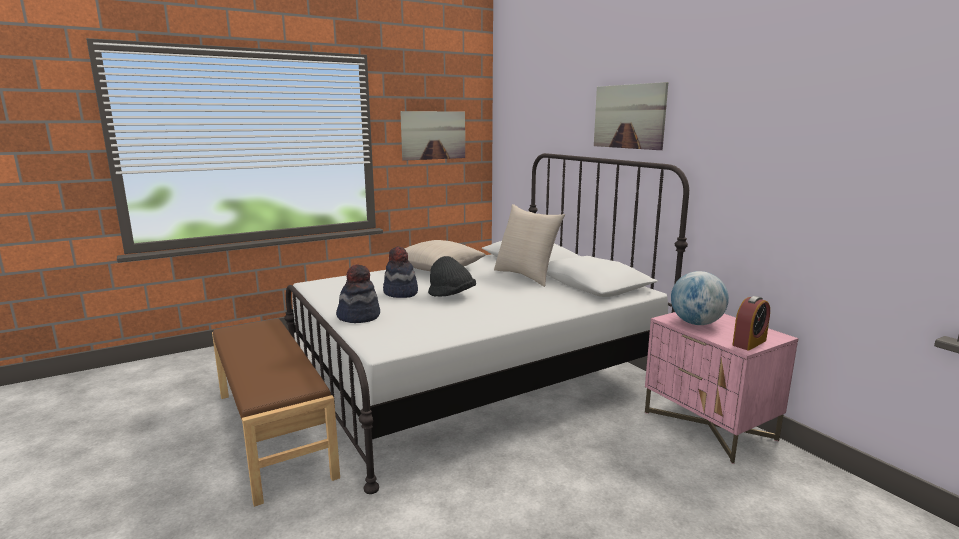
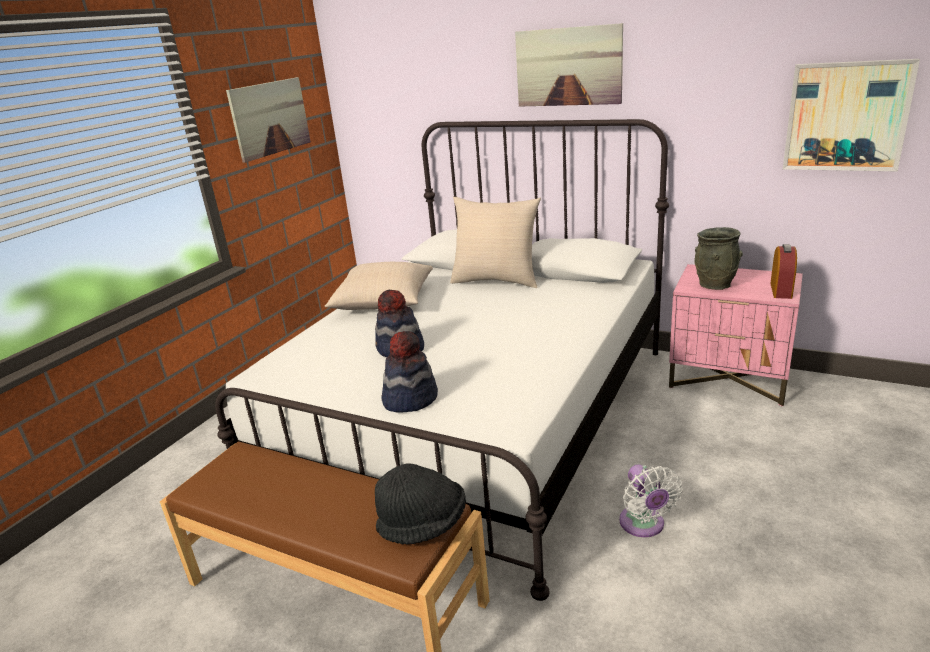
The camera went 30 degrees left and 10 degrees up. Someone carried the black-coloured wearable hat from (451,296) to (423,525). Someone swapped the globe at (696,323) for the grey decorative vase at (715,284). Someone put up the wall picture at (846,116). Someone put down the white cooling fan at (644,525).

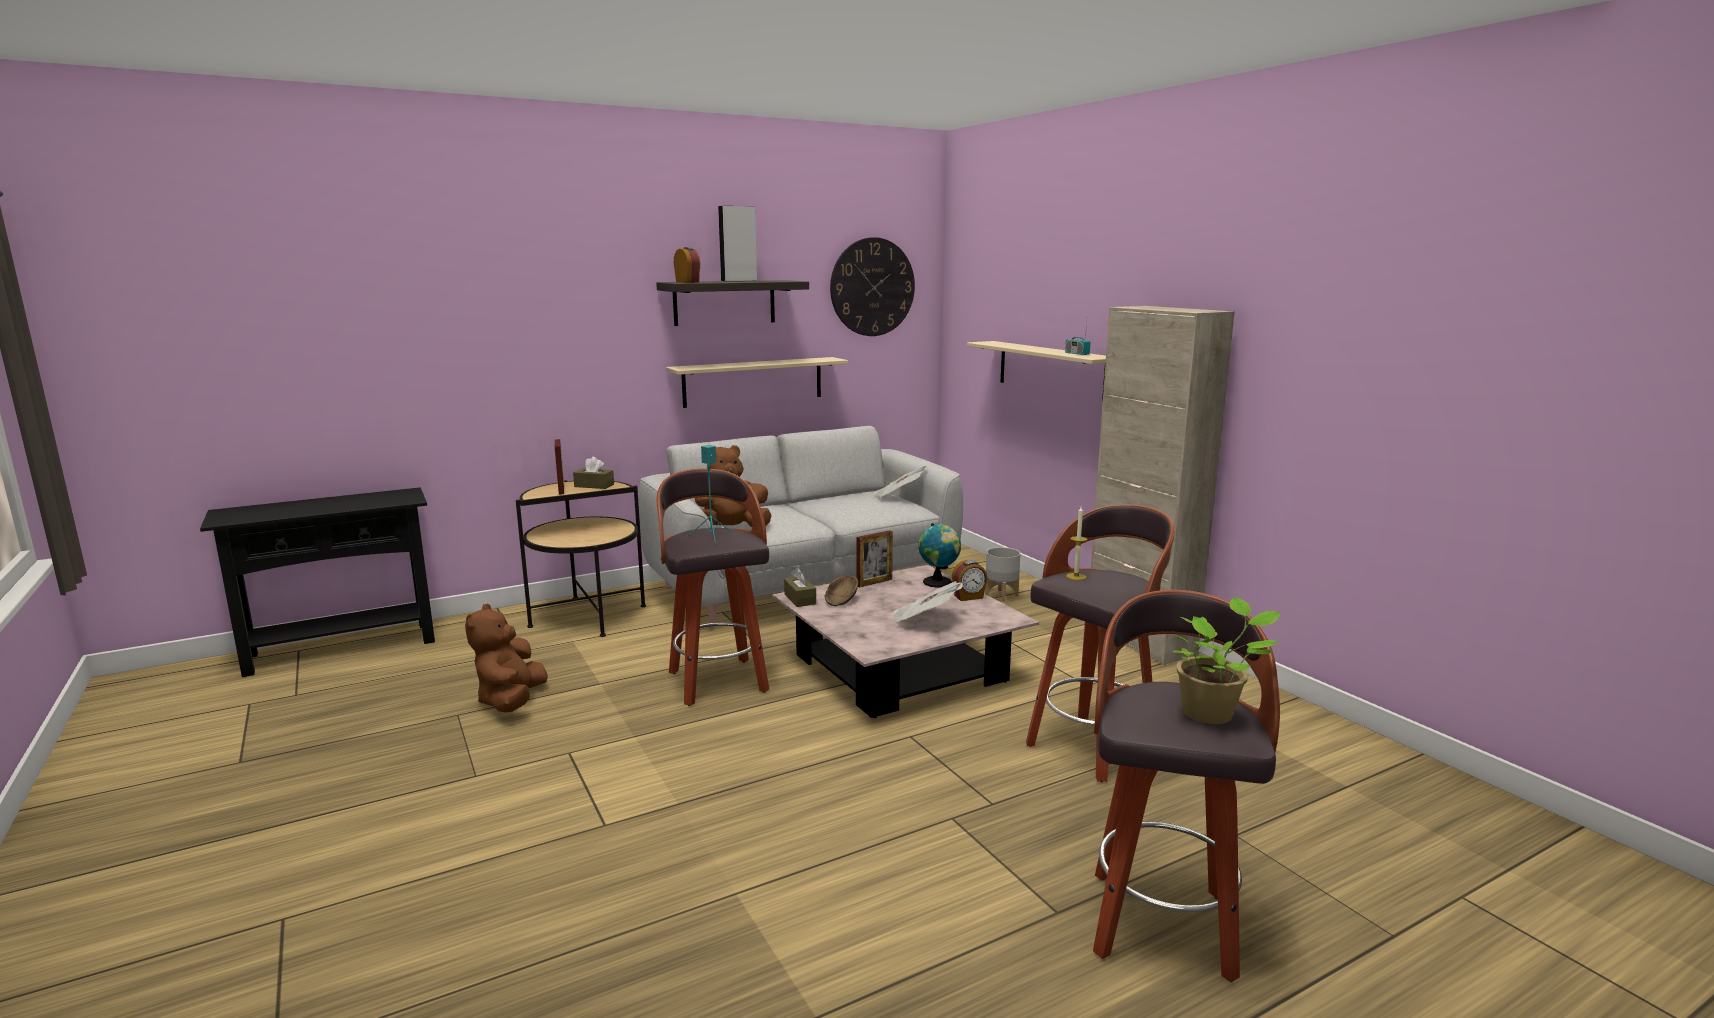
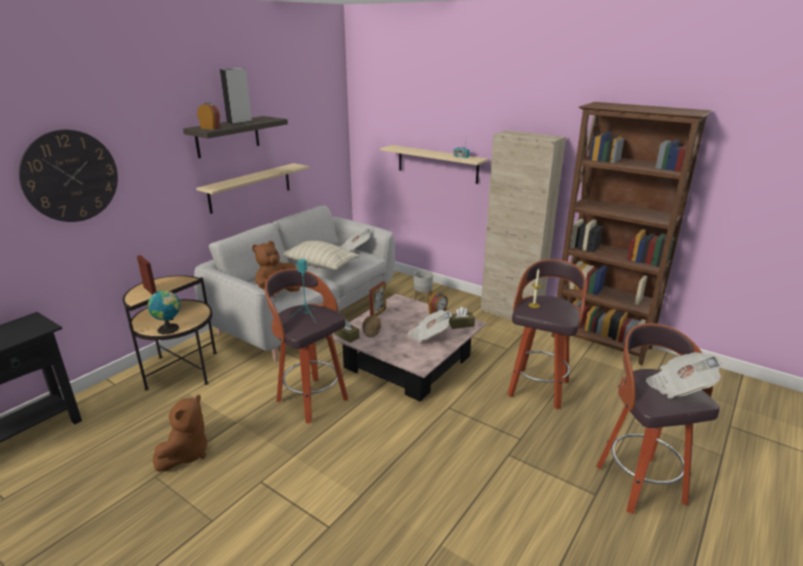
The camera went 25 degrees left and 10 degrees up. Someone carried the clock on the wall from (872,287) to (70,176). Someone carried the brownish tissue holder from (594,485) to (461,324). Someone carried the globe from (939,582) to (169,329). Someone swapped the potted plant at (1211,713) for the printed paper at (679,388). Someone rotated the brownish soft toy at (511,701) by 135 degrees counterclockwise. Someone put down the brownish shelving unit at (601,343). Someone put down the cushion at (320,265).

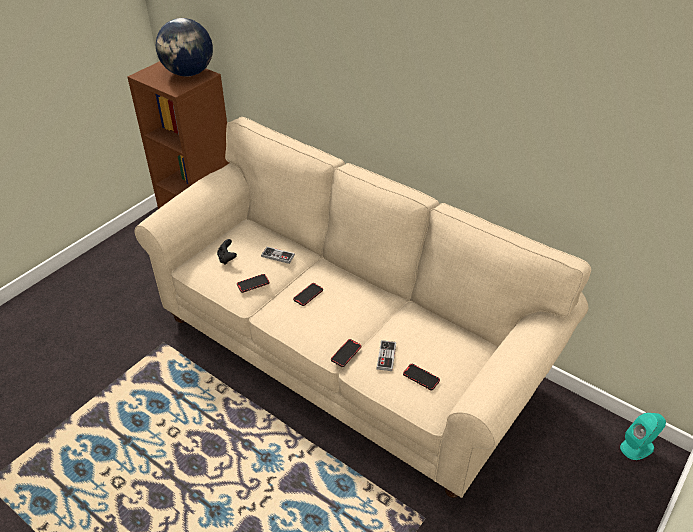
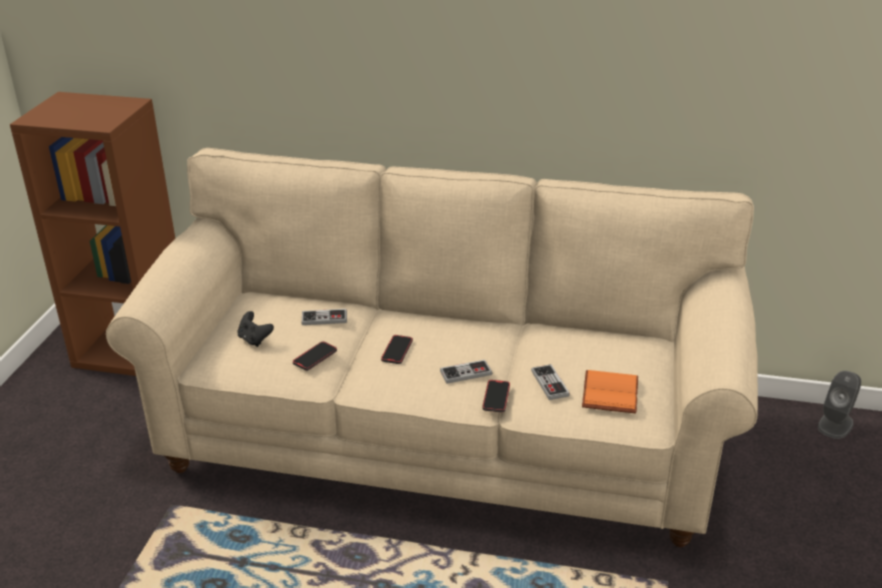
The camera went 25 degrees left and 10 degrees down. Someone took away the globe at (189,73). Someone swapped the handset at (421,378) for the orange book at (608,392). Someone repainted the turquoise-coloured loudspeaker at (637,447), which became the grey loudspeaker at (835,424). Someone put down the game controller at (466,373).

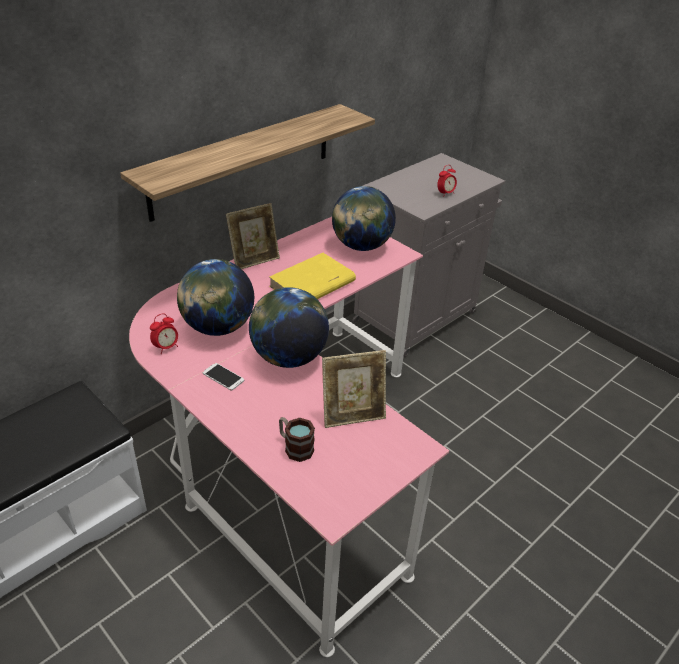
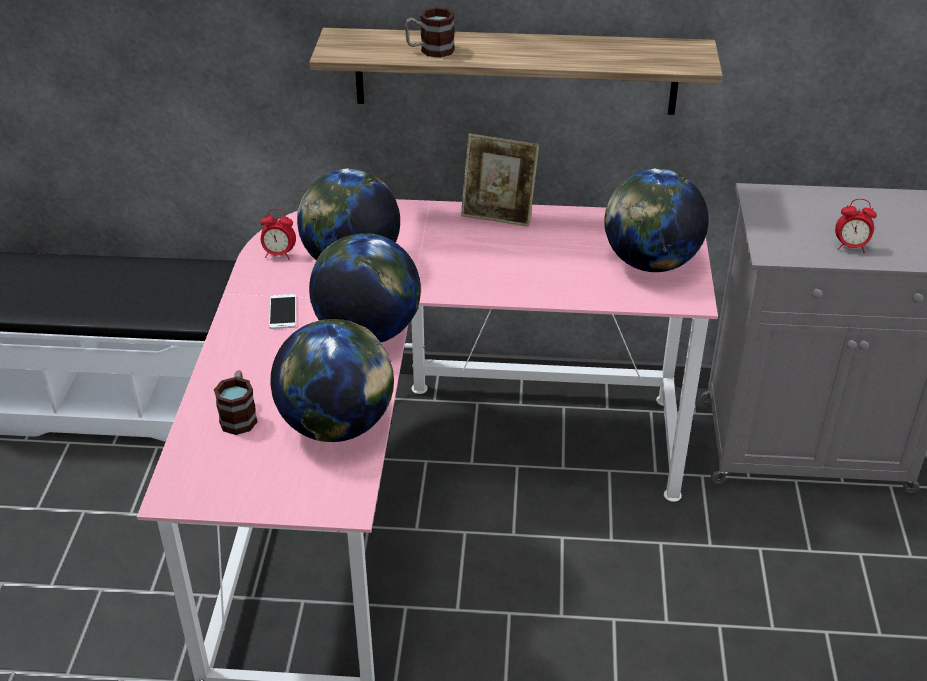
The camera went 50 degrees right and 0 degrees up. Someone took away the yellow book at (312,284). Someone swapped the picture frame at (352,414) for the globe at (337,426). Someone put down the coffee mug at (430,50).

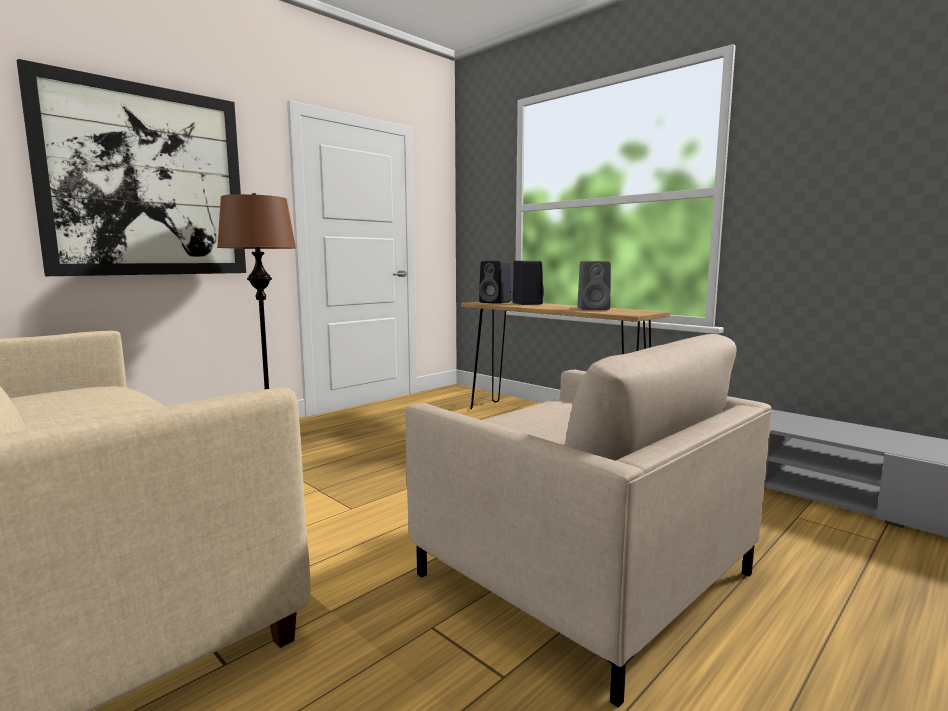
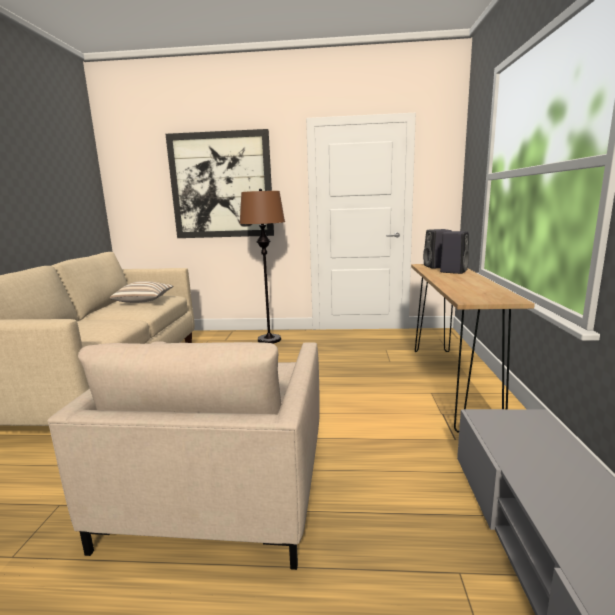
The camera went 50 degrees right and 5 degrees up. Someone took away the grey loudspeaker at (594,309). Someone put down the cushion at (144,301).

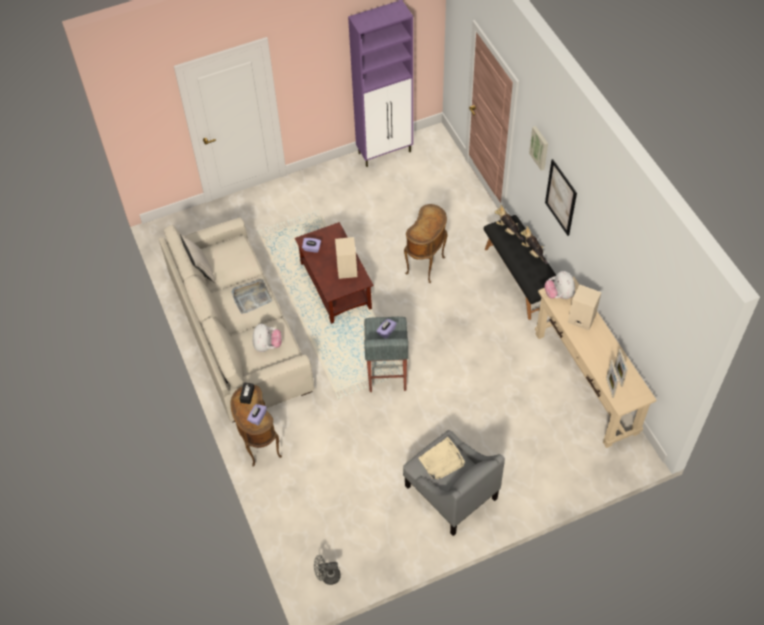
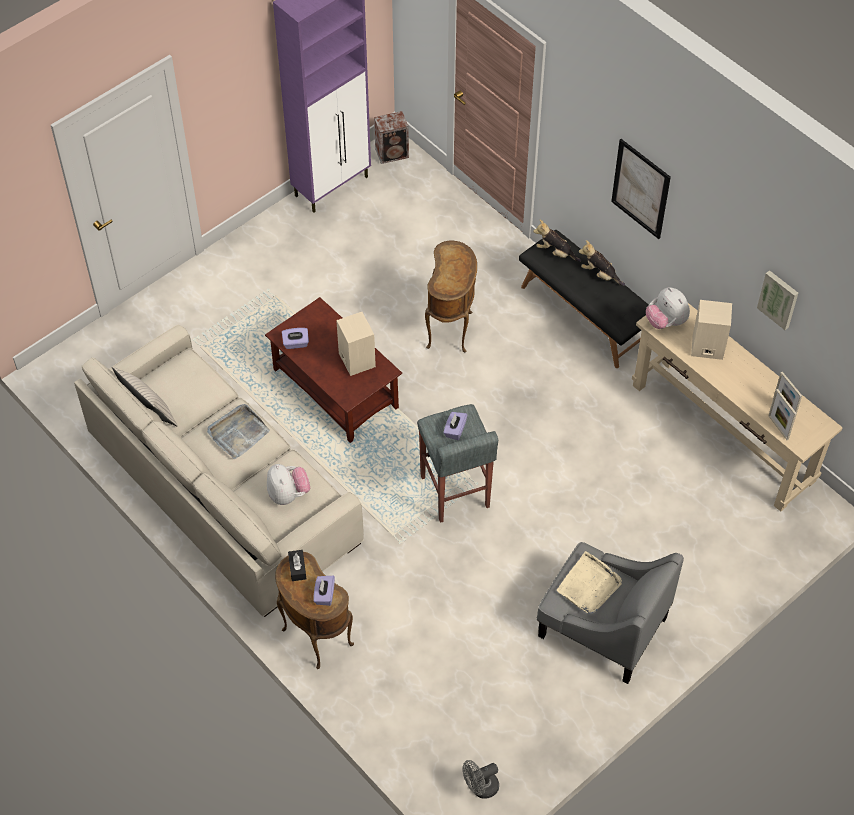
The camera went 20 degrees left and 0 degrees up. Someone carried the wall picture from (540,147) to (779,299). Someone put down the loudspeaker at (393,153).

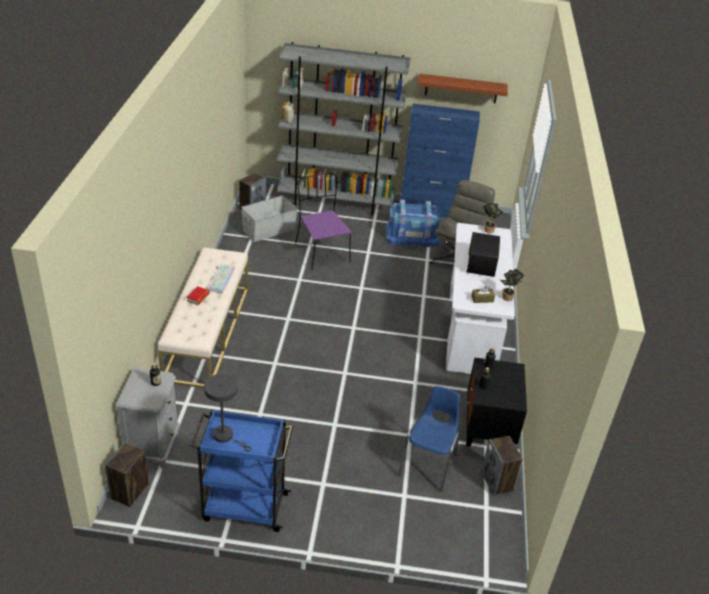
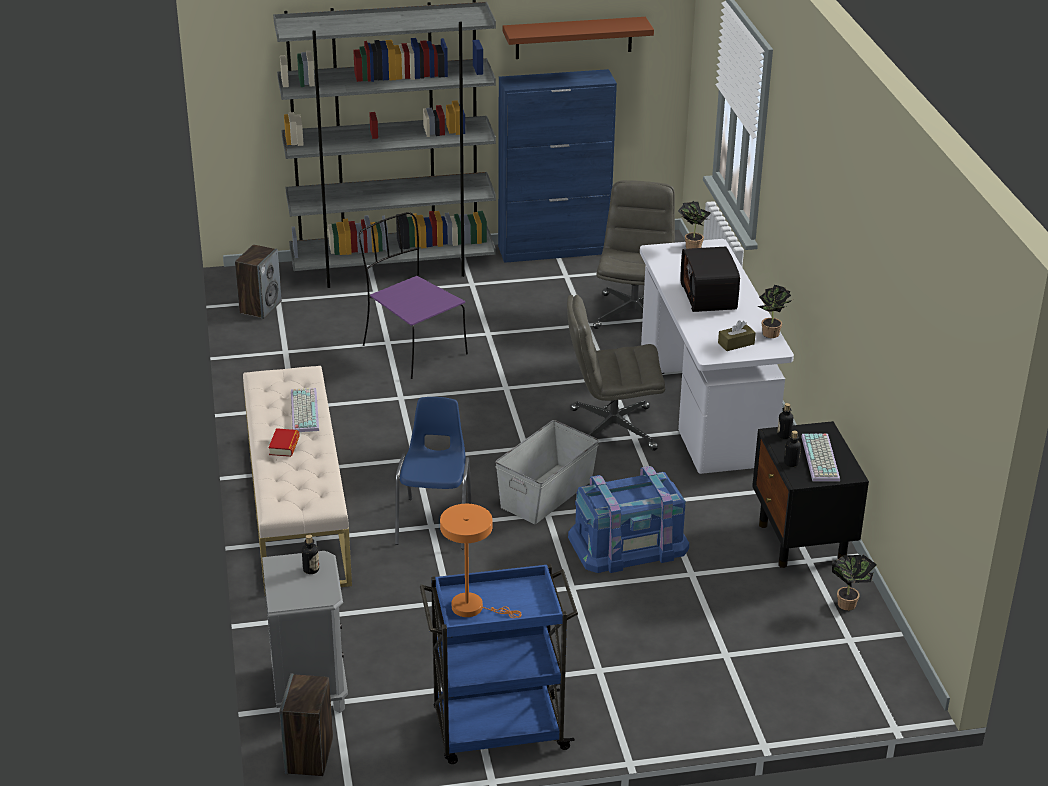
The camera went 15 degrees left and 5 degrees down. Someone carried the grey storage box from (268,230) to (545,493). Someone carried the blue storage box from (412,235) to (628,543). Someone repainted the grey tabletop lamp at (226,436), which became the orange tabletop lamp at (473,608). Someone carried the blue plain chair from (428,465) to (435,523). Someone swapped the loudspeaker at (497,481) for the potted plant at (848,603). Someone put down the grey office chair at (611,430). Someone put down the keyboard at (822,459).

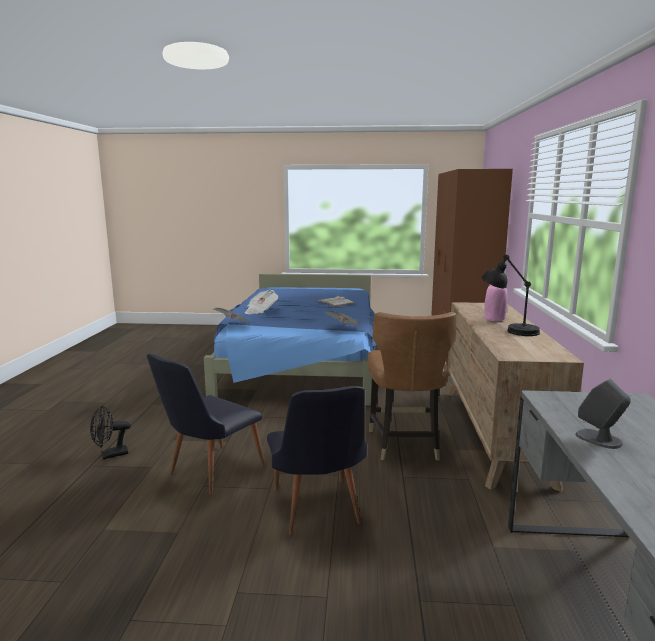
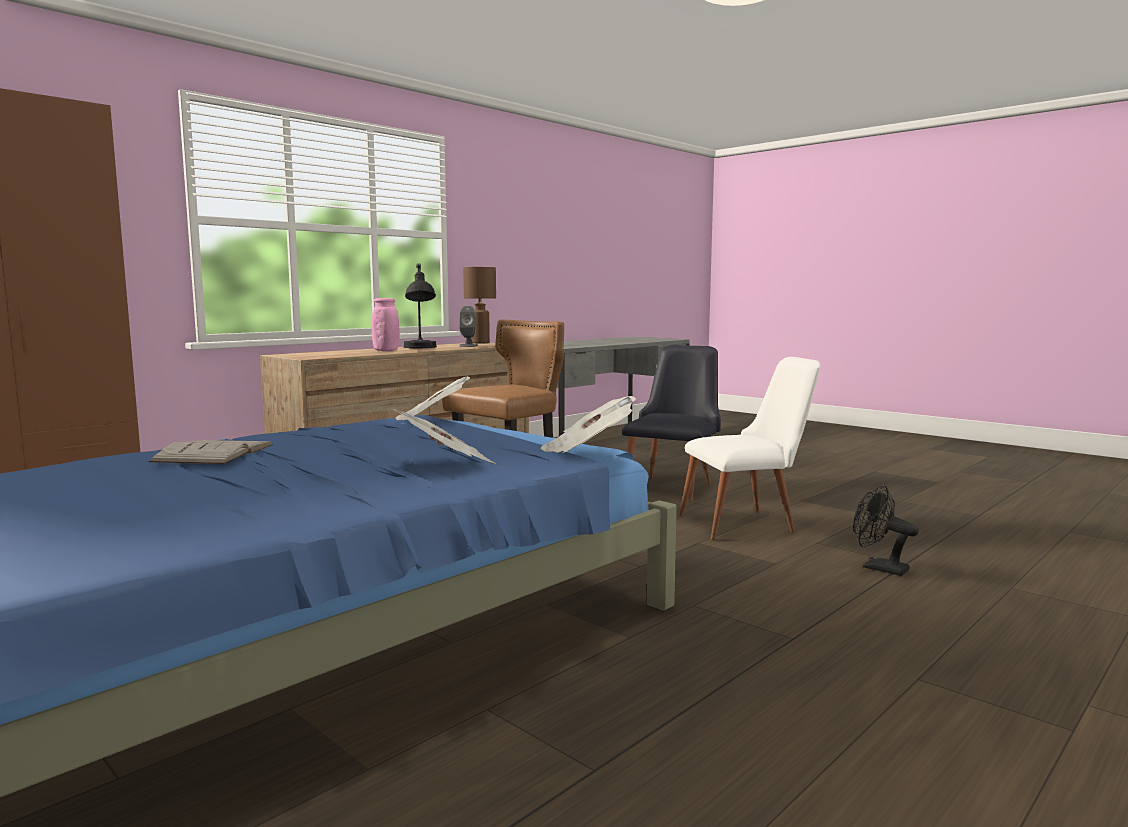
The camera went 140 degrees left and 5 degrees down. Someone repainted the black-coloured plain chair at (209,472), which became the white plain chair at (747,524). Someone carried the grey loudspeaker from (599,439) to (468,346). Someone rotated the black-coloured cooling fan at (110,455) by 150 degrees counterclockwise. Someone put down the brownish tabletop lamp at (481,343).

